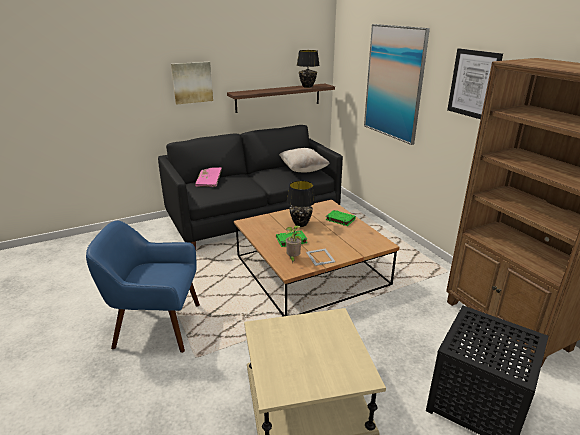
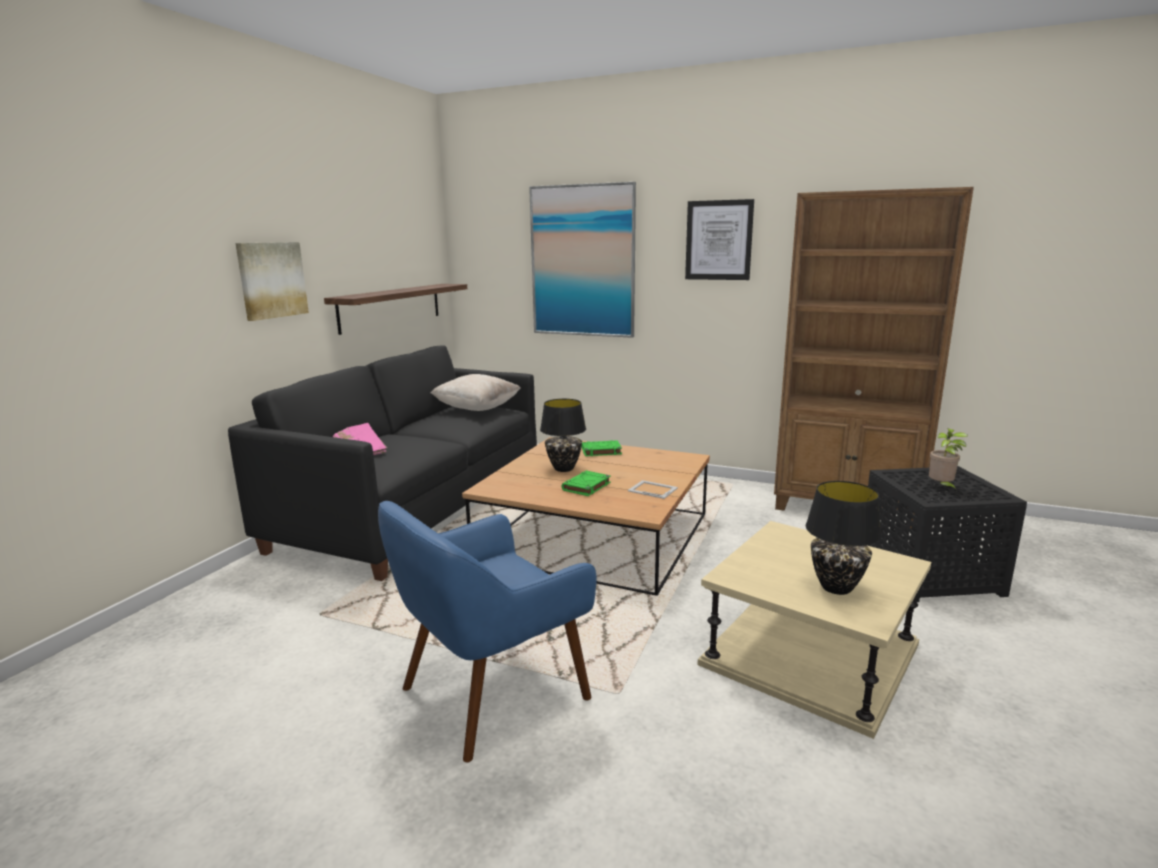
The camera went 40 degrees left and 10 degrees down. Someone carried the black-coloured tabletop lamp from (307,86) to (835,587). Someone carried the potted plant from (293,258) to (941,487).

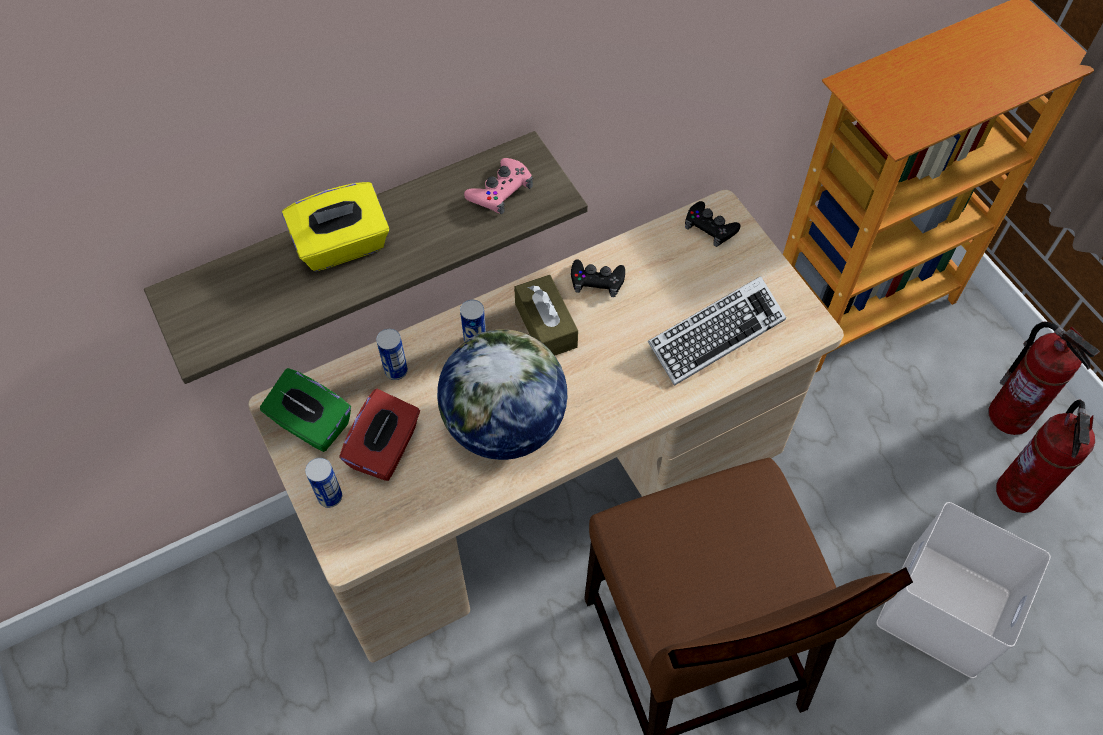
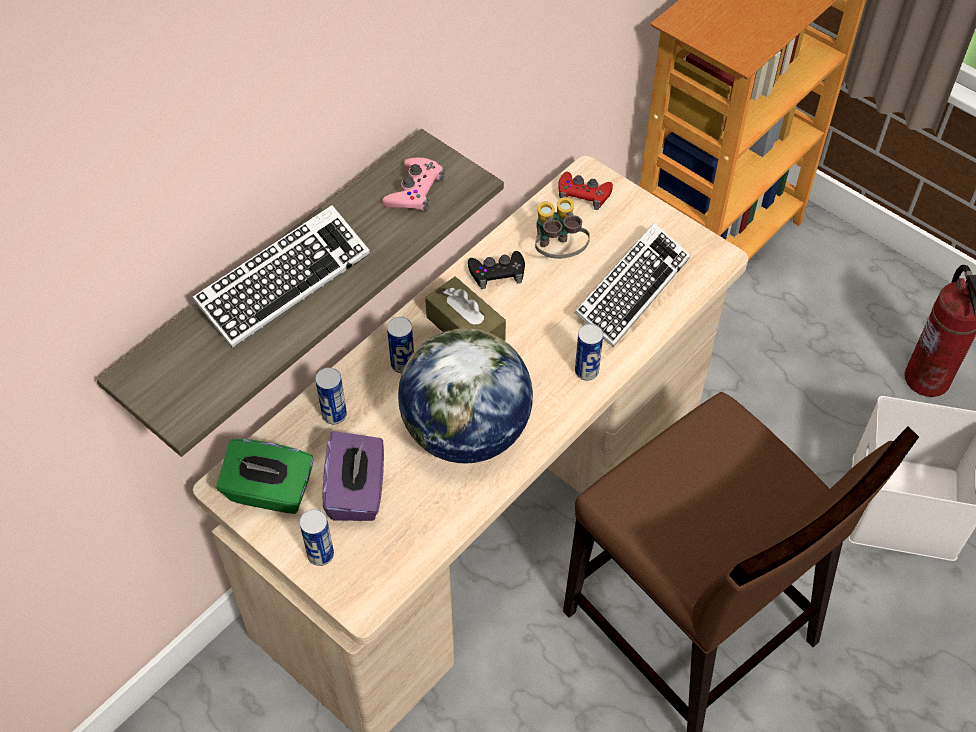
The camera went 20 degrees left and 5 degrees down. Someone swapped the yellow tissue holder at (343,246) for the keyboard at (283,282). Someone repainted the black-coloured game controller at (710,227), which became the reddish game controller at (583,194). Someone took away the fire-fighting cylinder at (1011,415). Someone repainted the reddish tissue holder at (385,449), which became the purple tissue holder at (357,491). Someone put down the field glasses at (558,253). Someone put down the sealed can at (586,371).

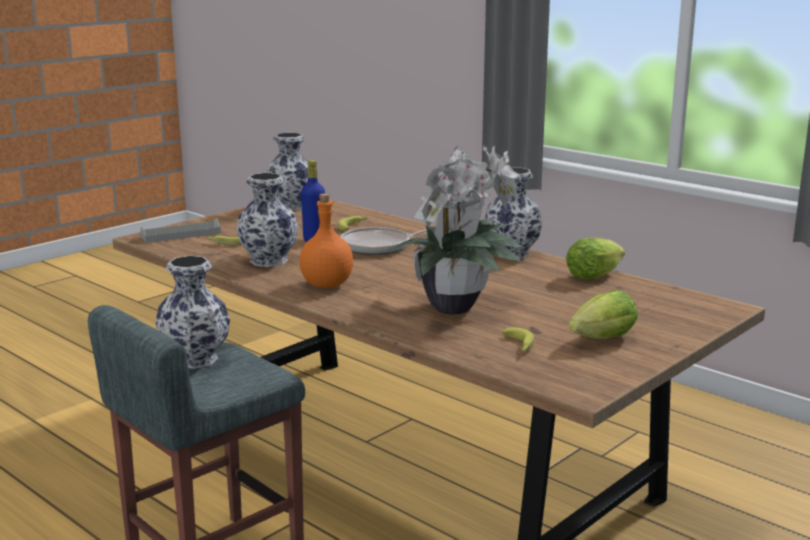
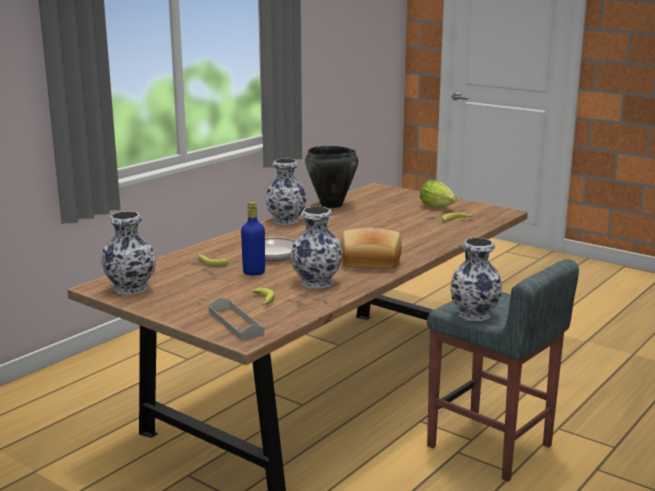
The camera went 95 degrees left and 0 degrees up. Someone took away the potted plant at (457,307). Someone swapped the orange beverage bottle at (326,284) for the baked bread at (370,262). Someone swapped the lettuce head at (596,276) for the black-coloured saucepot at (331,205).

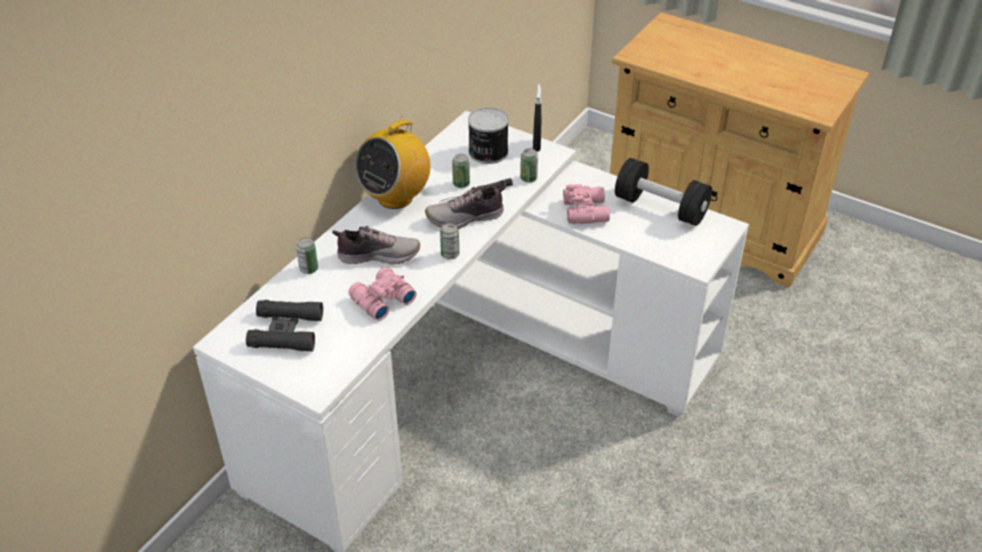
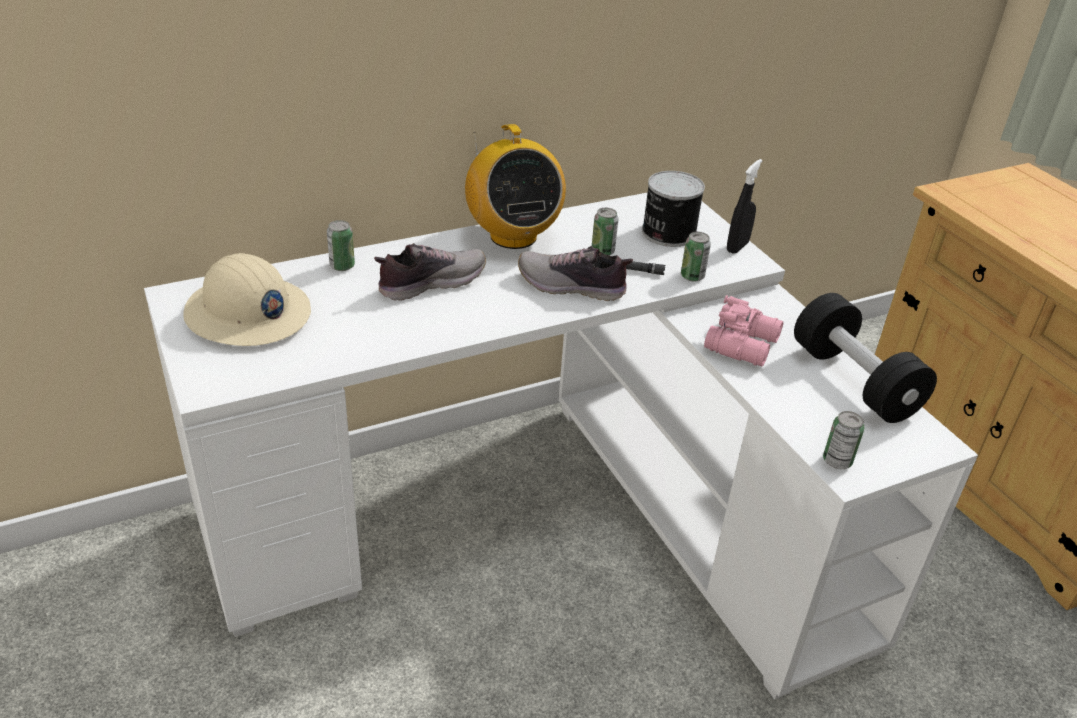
The camera went 30 degrees right and 5 degrees down. Someone rotated the radio set at (395,197) by 90 degrees counterclockwise. Someone carried the sealed can from (450,254) to (837,461). Someone rotated the item of footwear at (378,255) by 60 degrees counterclockwise. Someone took away the pinkish field glasses at (381,300). Someone swapped the black-coloured field glasses at (286,331) for the sand-coloured safety helmet at (247,314).

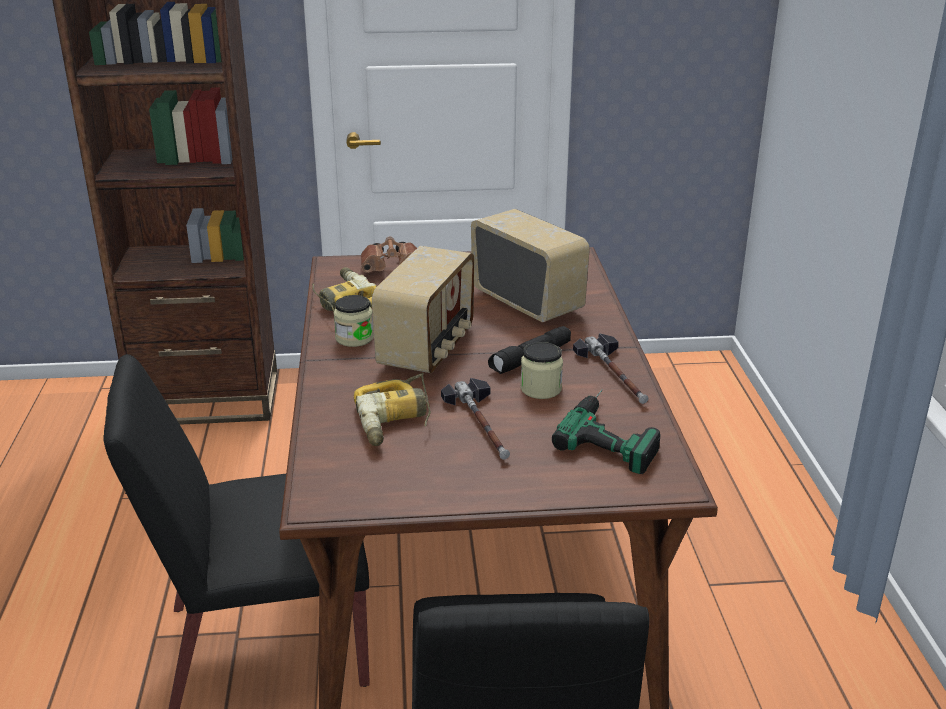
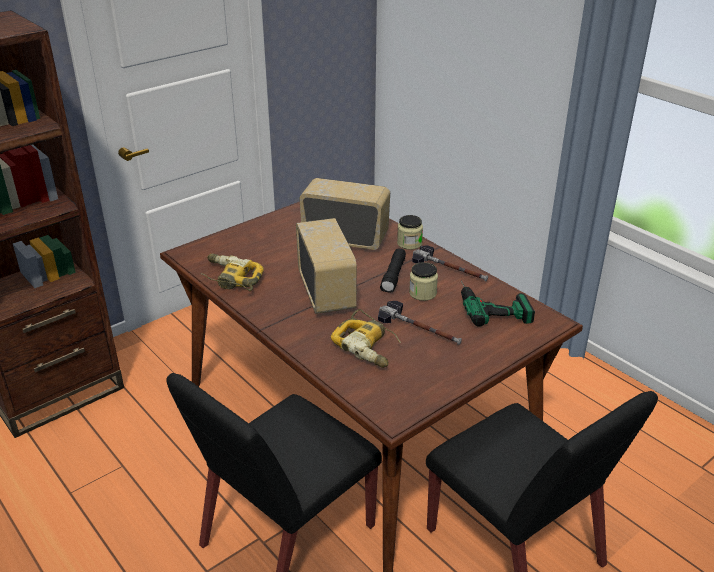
The camera went 35 degrees left and 5 degrees up. Someone took away the brownish field glasses at (393,268). Someone carried the preserve jar from (354,338) to (409,243).

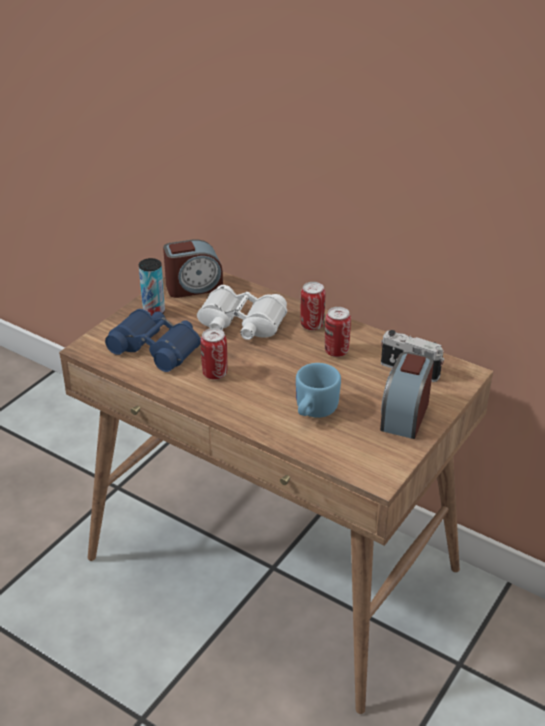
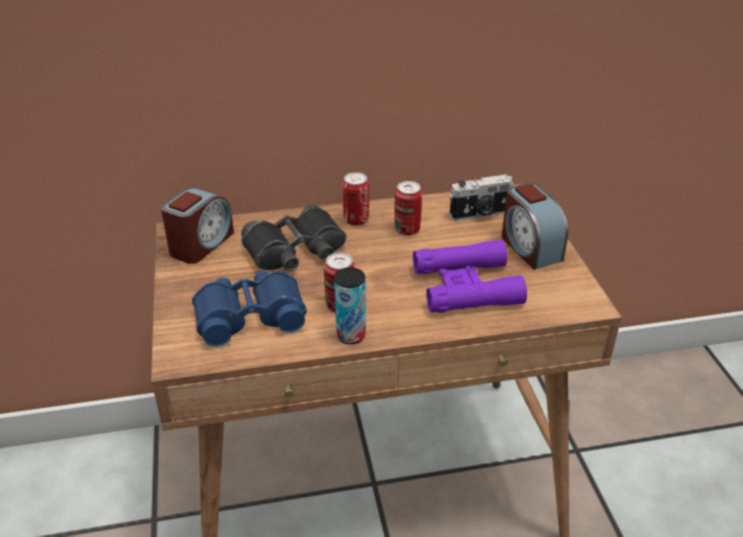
The camera went 45 degrees left and 0 degrees up. Someone carried the sealed can from (154,311) to (351,335). Someone repainted the white field glasses at (241,324), which became the black-coloured field glasses at (295,251). Someone swapped the blue coffee mug at (313,412) for the purple field glasses at (466,286).

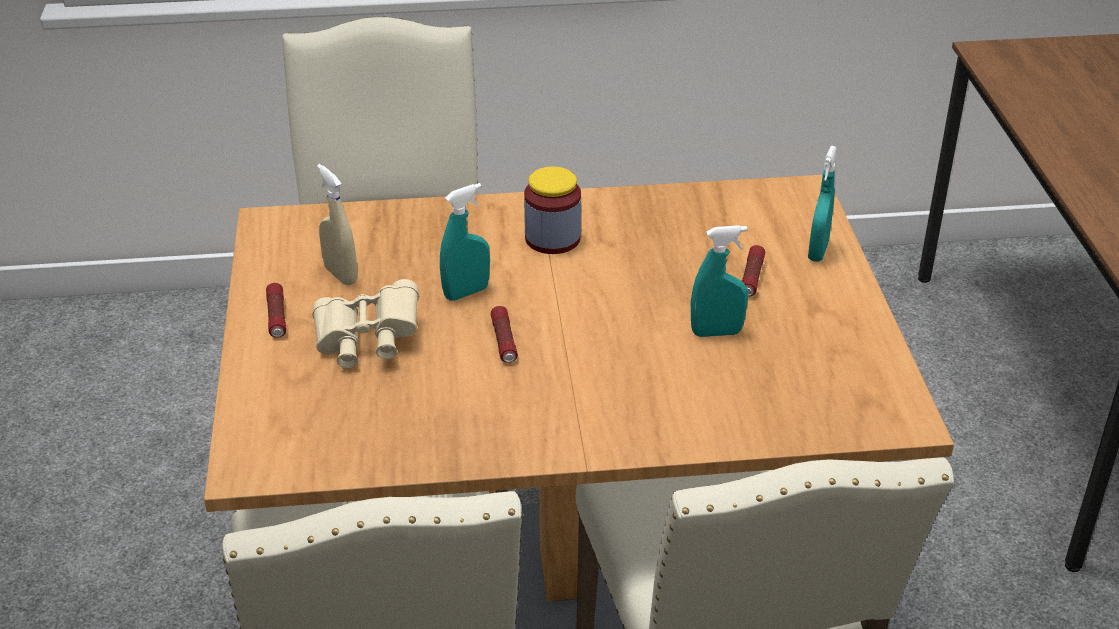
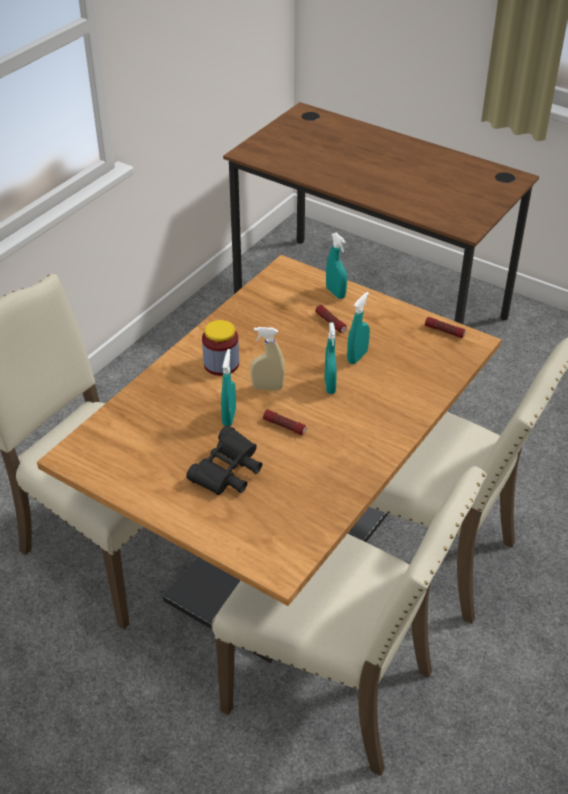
The camera went 50 degrees left and 5 degrees up. Someone carried the sand-coloured hand sprayer from (340,275) to (267,387). Someone repainted the sand-coloured field glasses at (367,342), which became the black-coloured field glasses at (227,474). Someone carried the torch from (277,317) to (444,331). Someone put down the turquoise-coloured hand sprayer at (330,386).

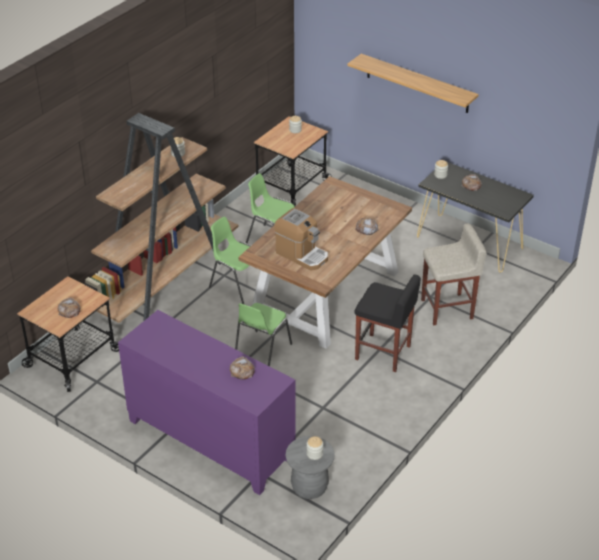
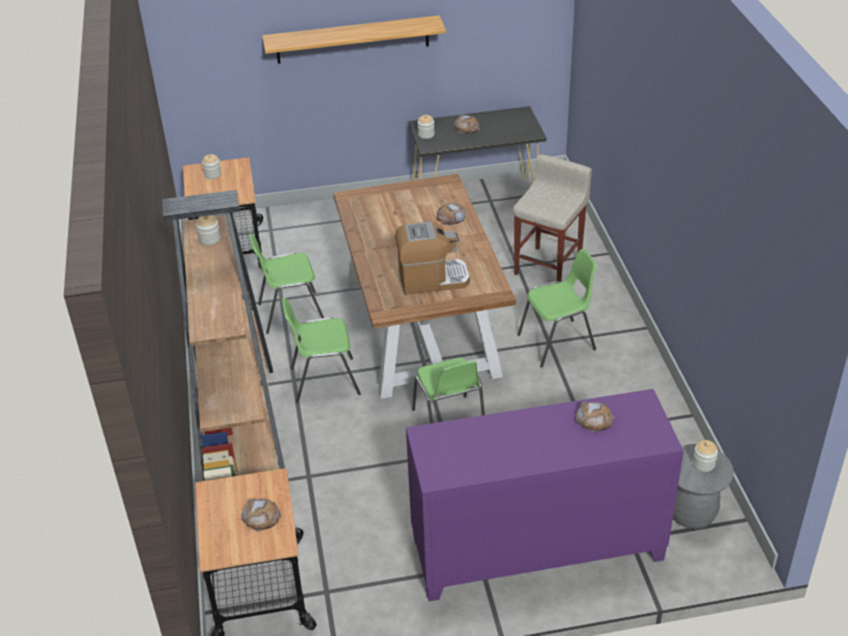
The camera went 45 degrees left and 0 degrees up. Someone swapped the black-coloured stool at (383,353) for the green plain chair at (557,343).

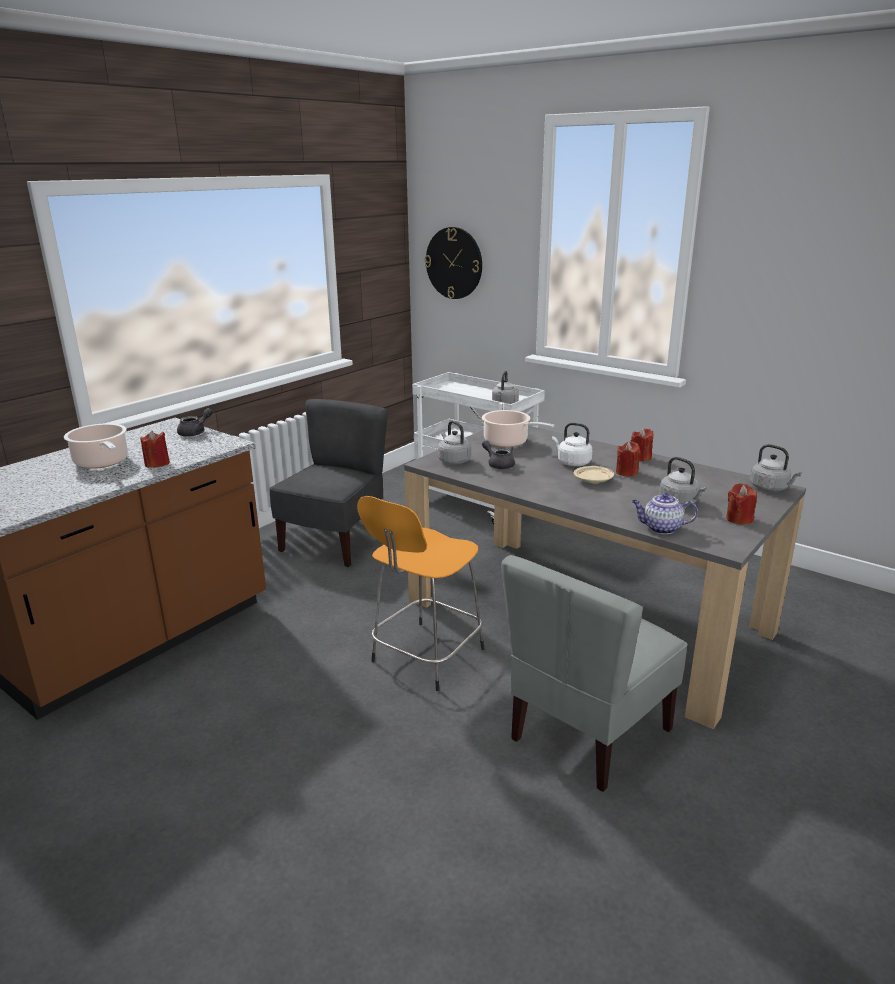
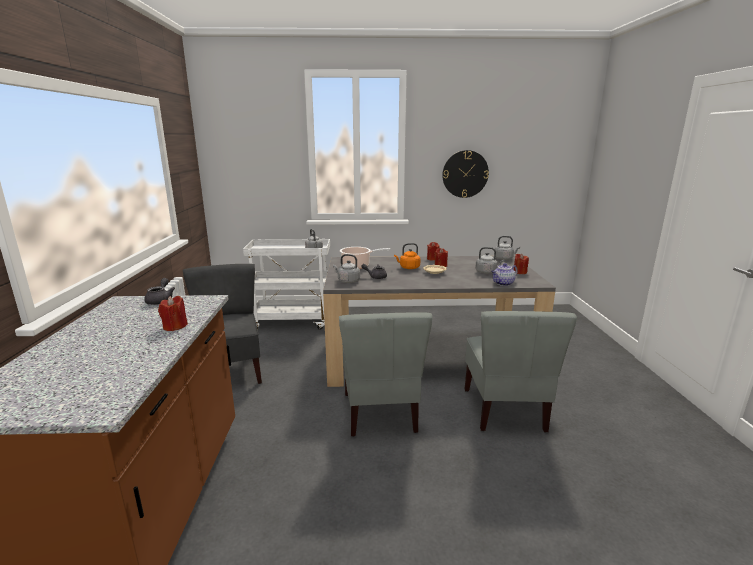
The camera went 40 degrees left and 5 degrees down. Someone carried the clock on the wall from (454,263) to (465,174). Someone took away the saucepot at (102,462). Someone repainted the white tea kettle at (572,462), which became the orange tea kettle at (408,267). Someone swapped the orange stool at (425,657) for the grey plain chair at (381,412).

